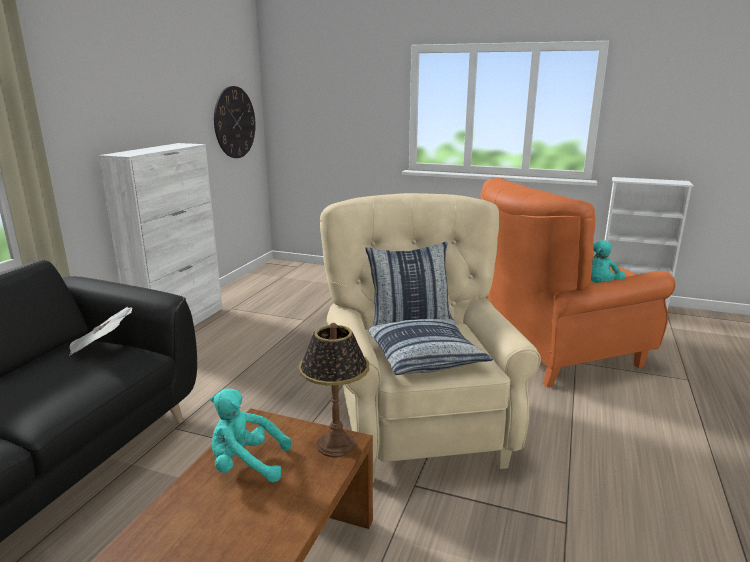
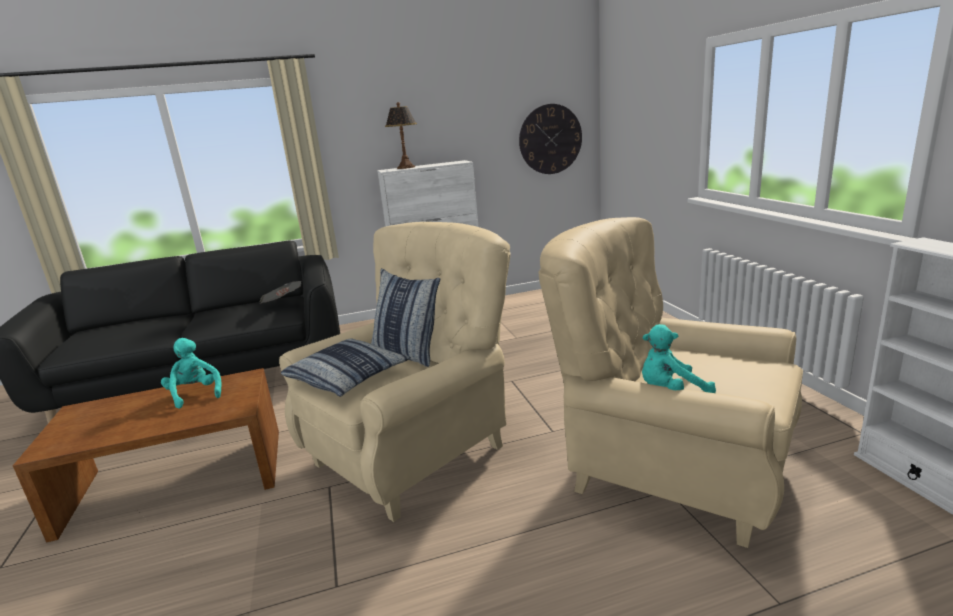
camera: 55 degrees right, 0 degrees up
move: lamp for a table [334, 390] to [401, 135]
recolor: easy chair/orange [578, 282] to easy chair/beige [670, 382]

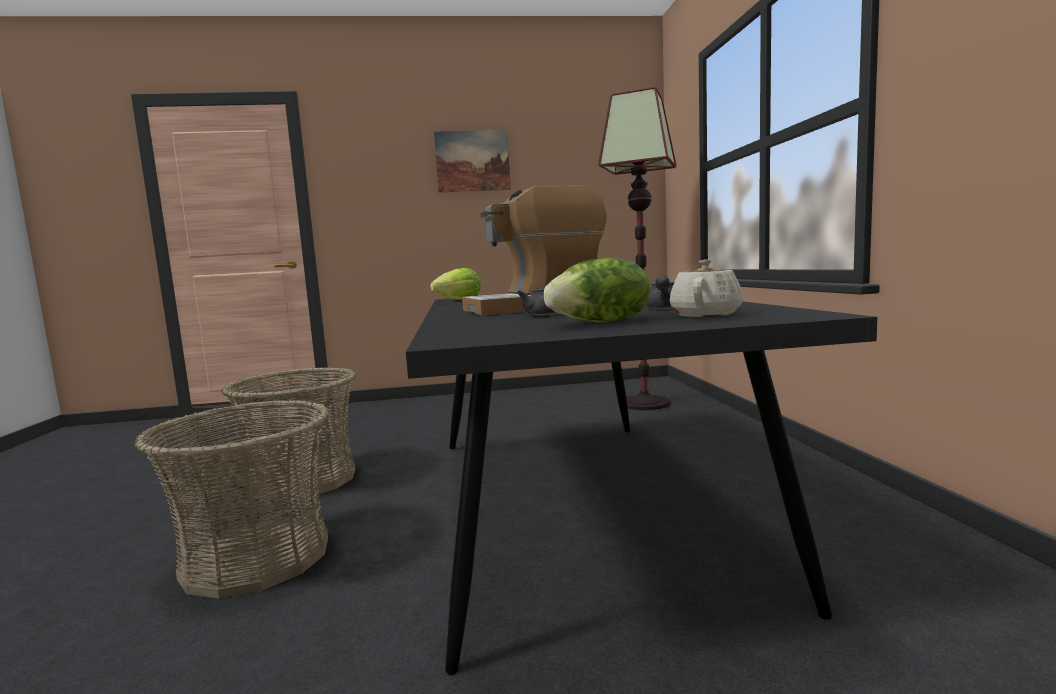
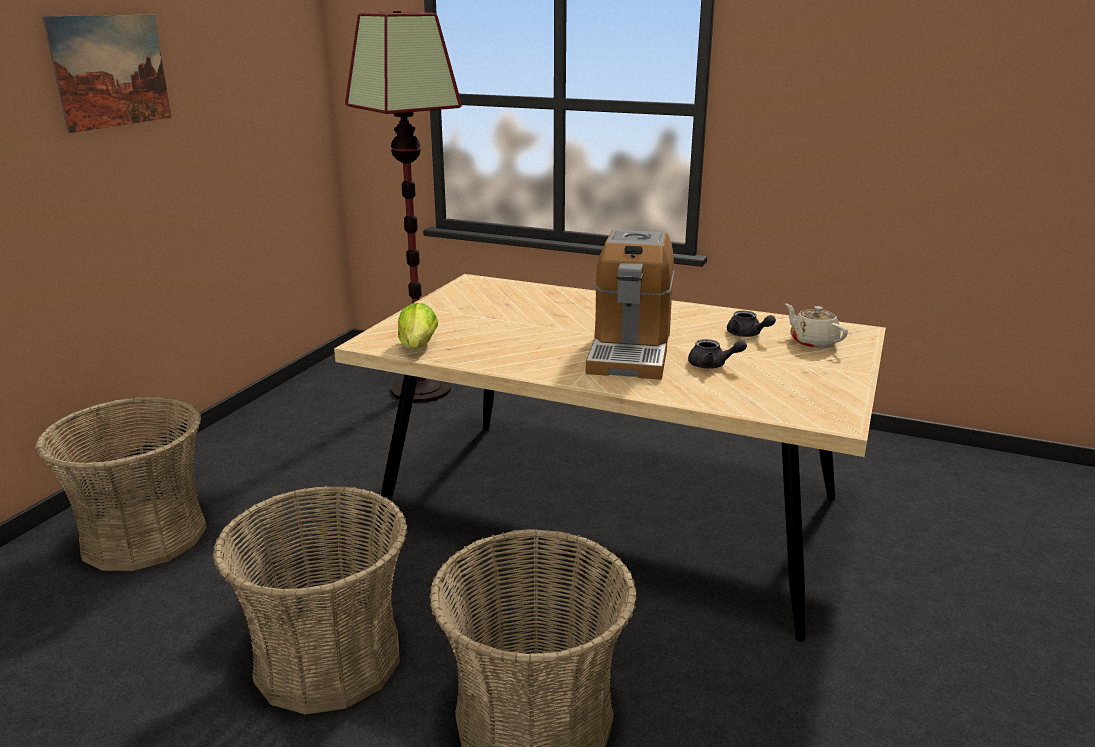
camera: 60 degrees left, 15 degrees up
delete: lettuce head [597, 290]
insert: basket [121, 484]
recolor: dining table/blackish [641, 487] to dining table/beige [610, 458]

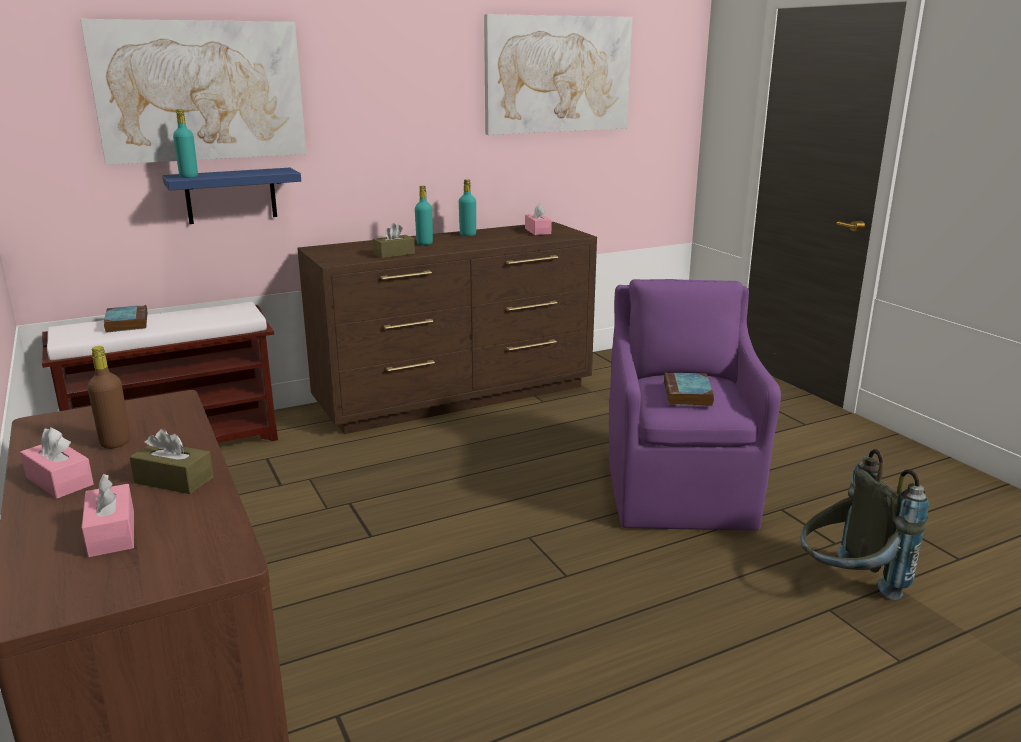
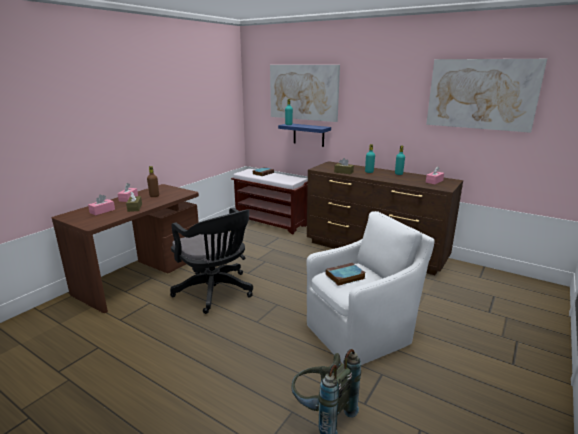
camera: 60 degrees right, 0 degrees up
insert: desk chair/blackish [211, 261]
recolor: easy chair/purple [695, 405] to easy chair/white [370, 288]

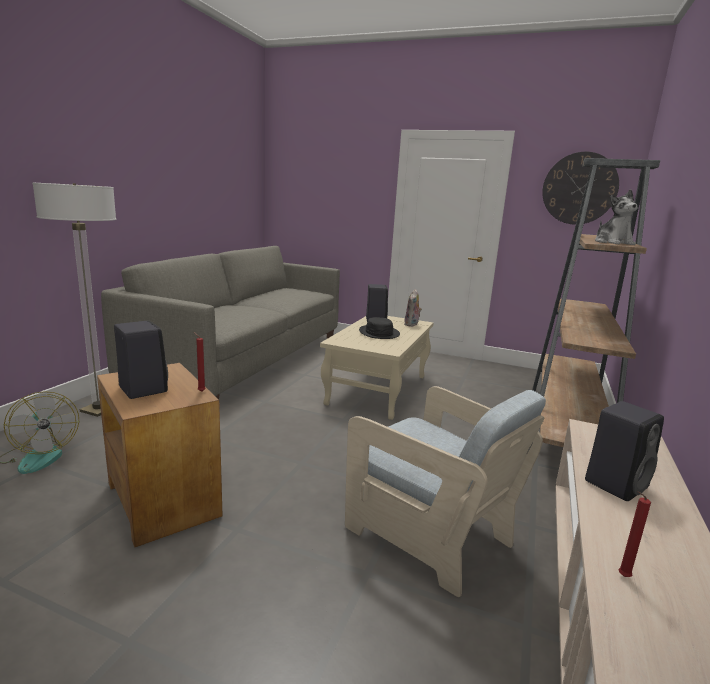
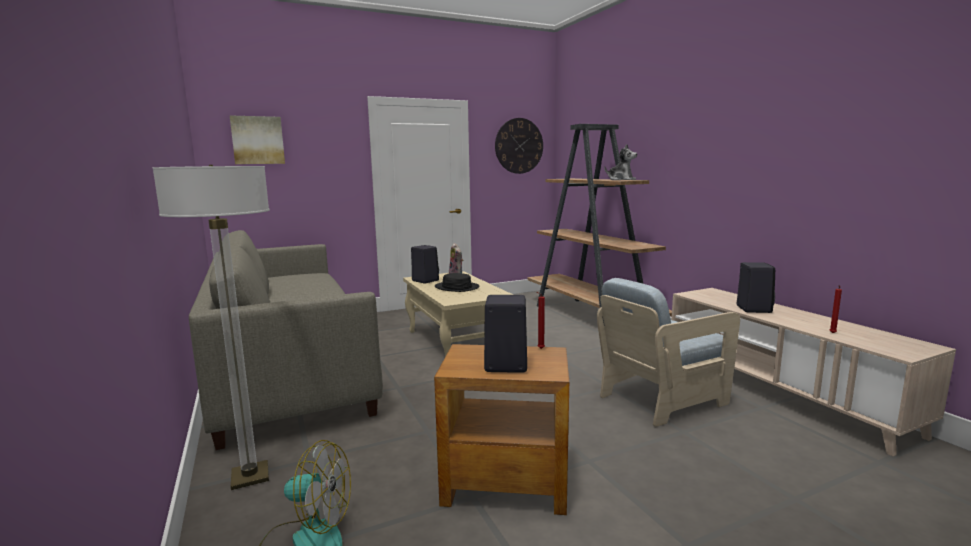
camera: 45 degrees left, 5 degrees down
insert: wall art [257, 140]
rotate: easy chair/beige [445, 491] = [668, 352] 150 degrees clockwise

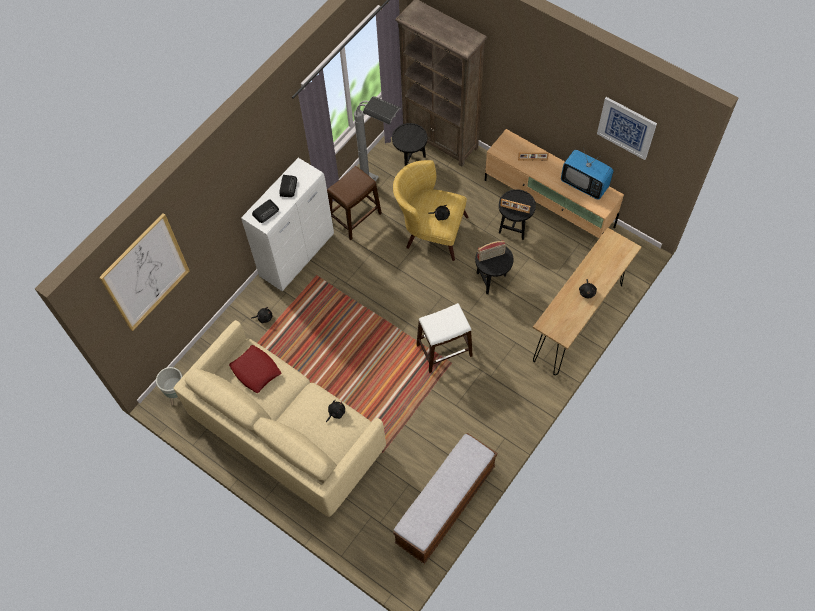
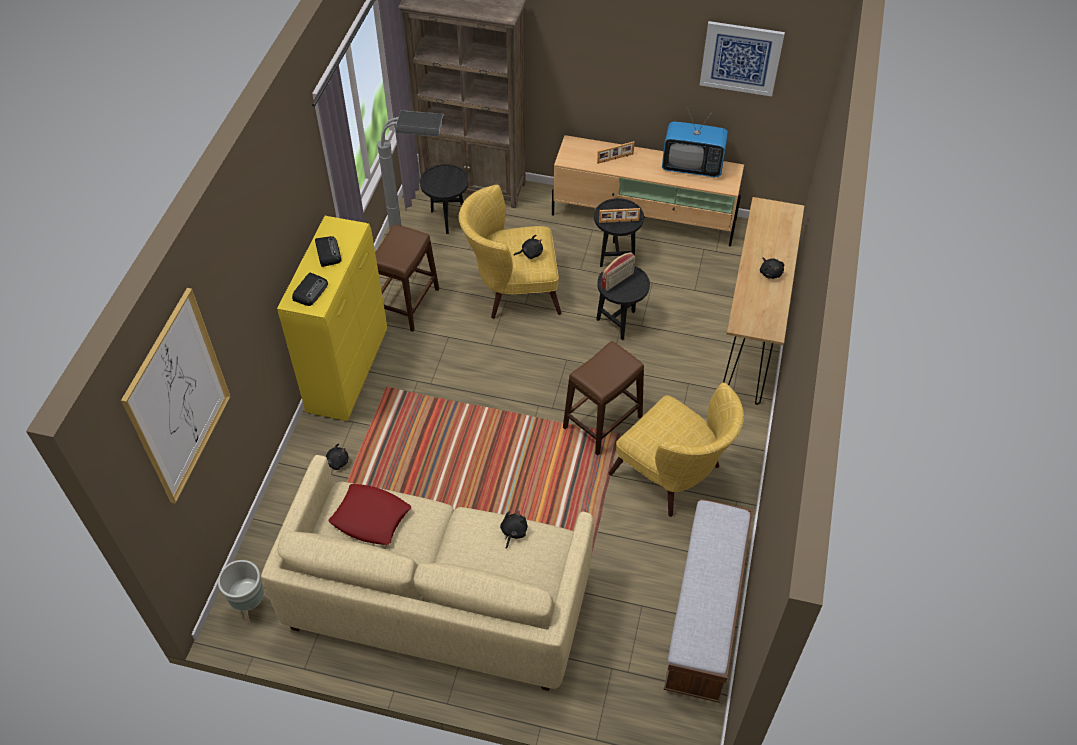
camera: 25 degrees left, 10 degrees down
insert: easy chair/yellow [676, 449]
recolor: storage cabinet/white [287, 224] to storage cabinet/yellow [332, 318]; sitting stool/white [444, 338] to sitting stool/brown-coloured [603, 398]

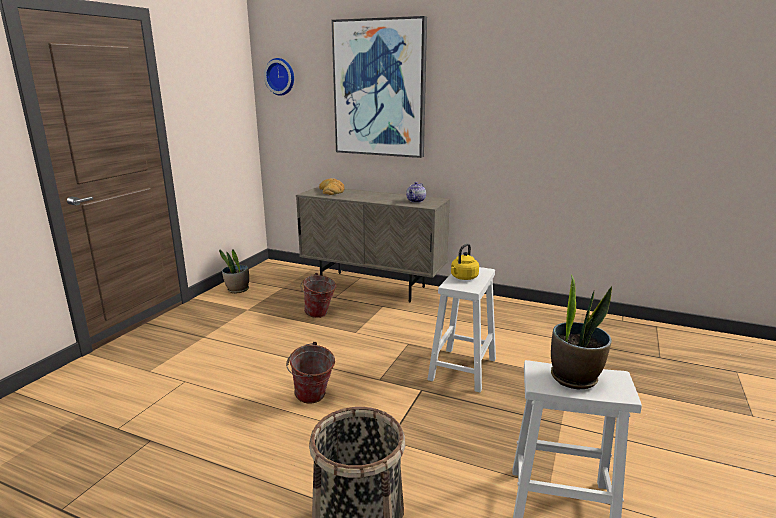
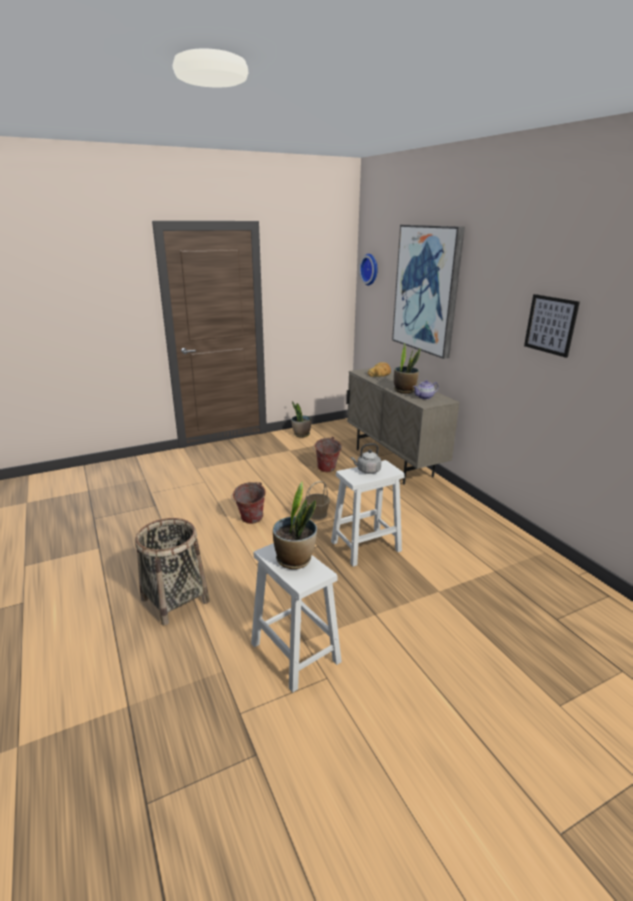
camera: 40 degrees right, 5 degrees up
insert: basket [317, 500]; plant in a pot [407, 368]; wall art [552, 326]
recolor: kettle/yellow [465, 262] to kettle/grey [366, 458]

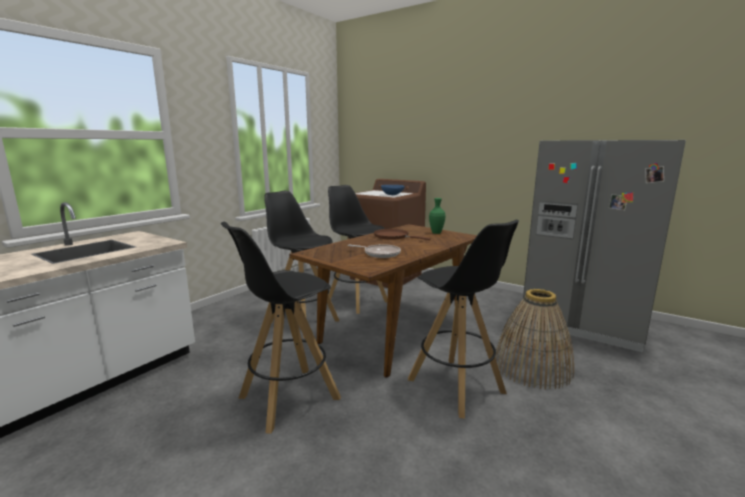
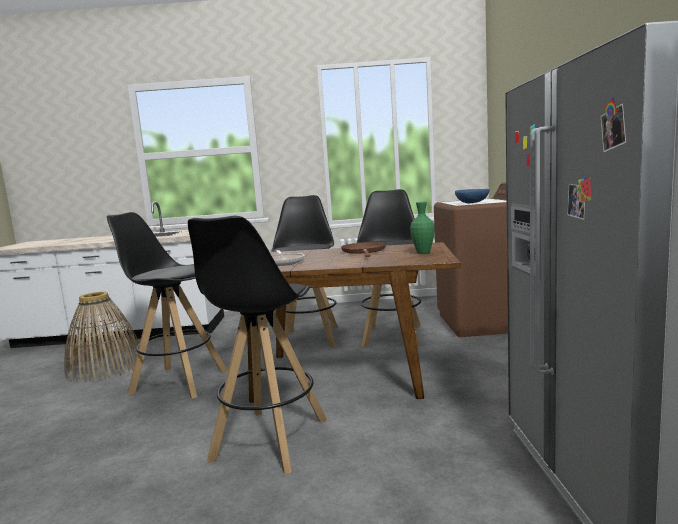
camera: 55 degrees right, 5 degrees down
move: basket [534, 339] to [101, 337]

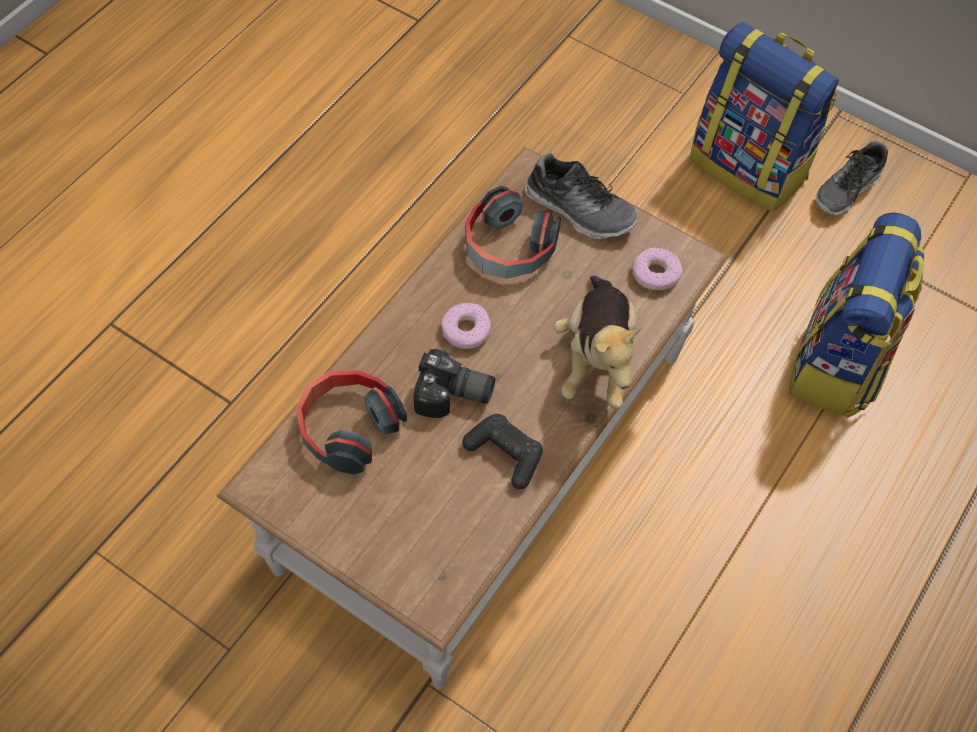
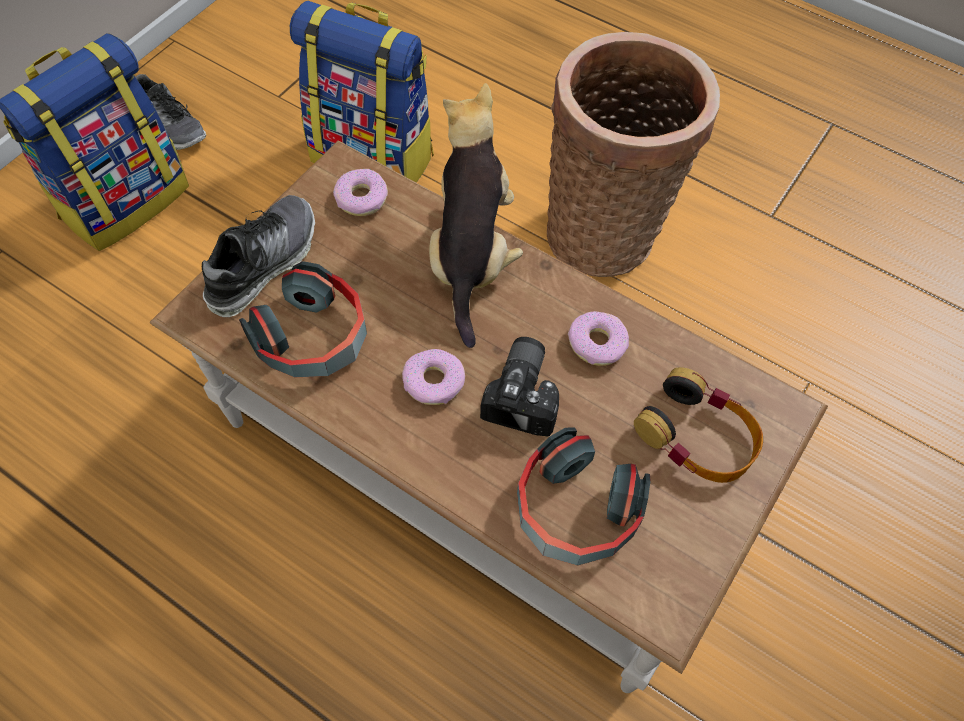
camera: 90 degrees left, 0 degrees up
insert: basket [633, 154]; headset [698, 425]
replace: gamepad/blackish [502, 451] to doughnut [598, 338]
rotate: soft toy [597, 342] = [476, 215] 90 degrees counterclockwise

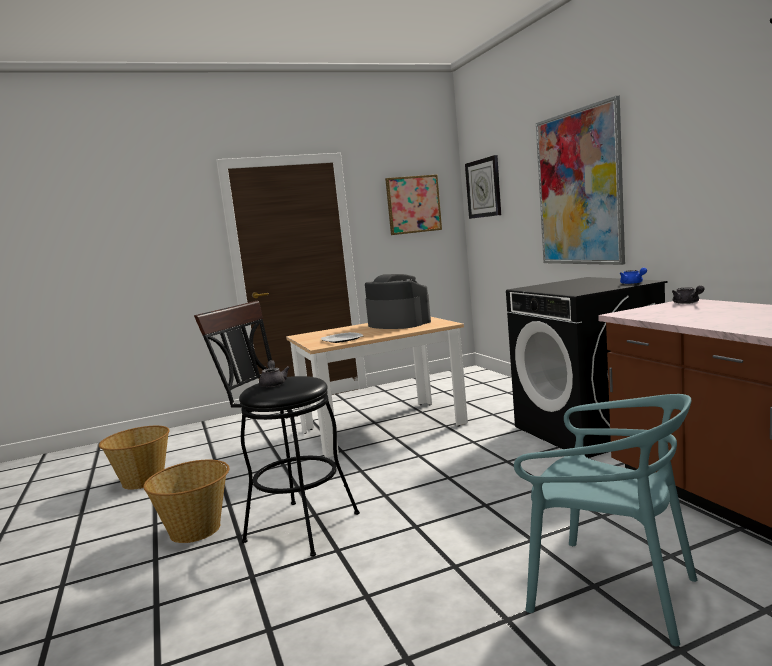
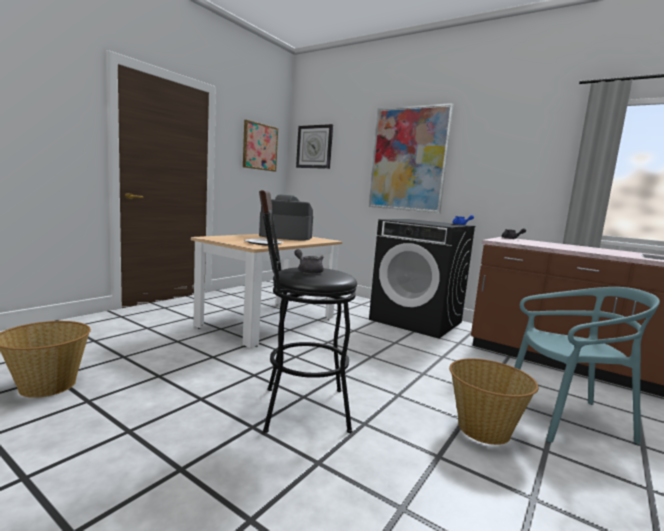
camera: 35 degrees left, 0 degrees up
move: basket [186, 501] to [494, 401]

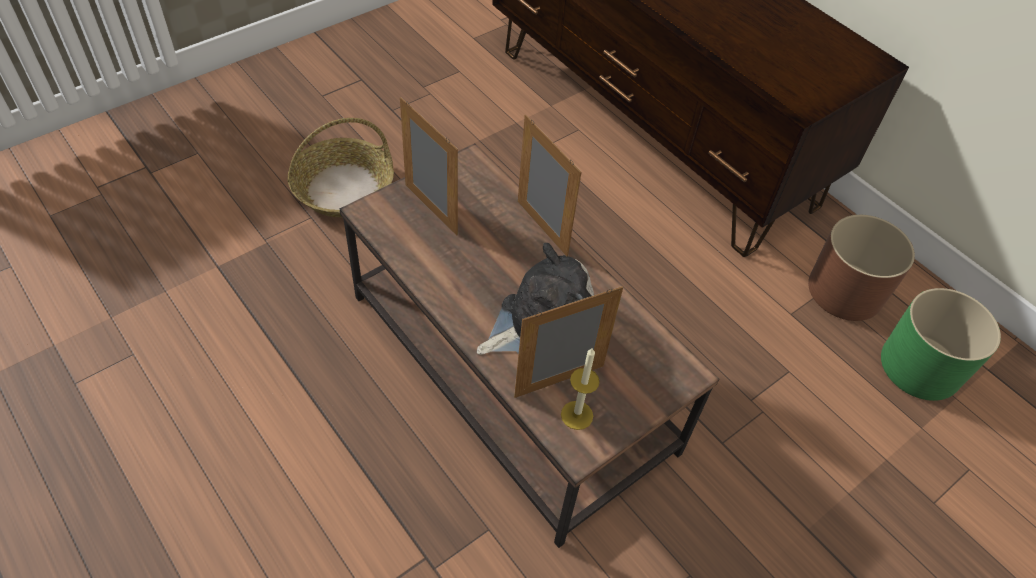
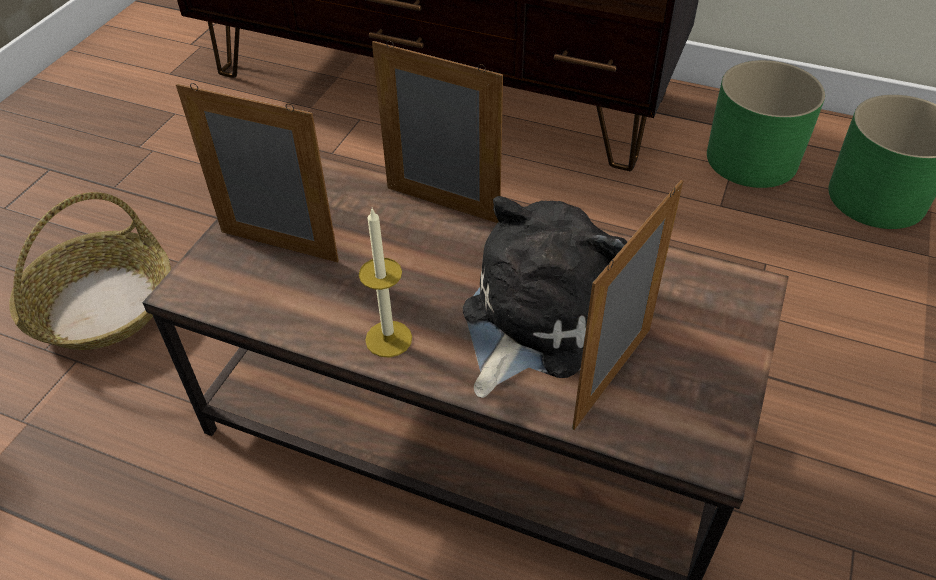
camera: 25 degrees left, 5 degrees down
move: wax light [580, 388] to [385, 283]
recolor: planter/brown-coloured [861, 268] to planter/green [766, 124]

